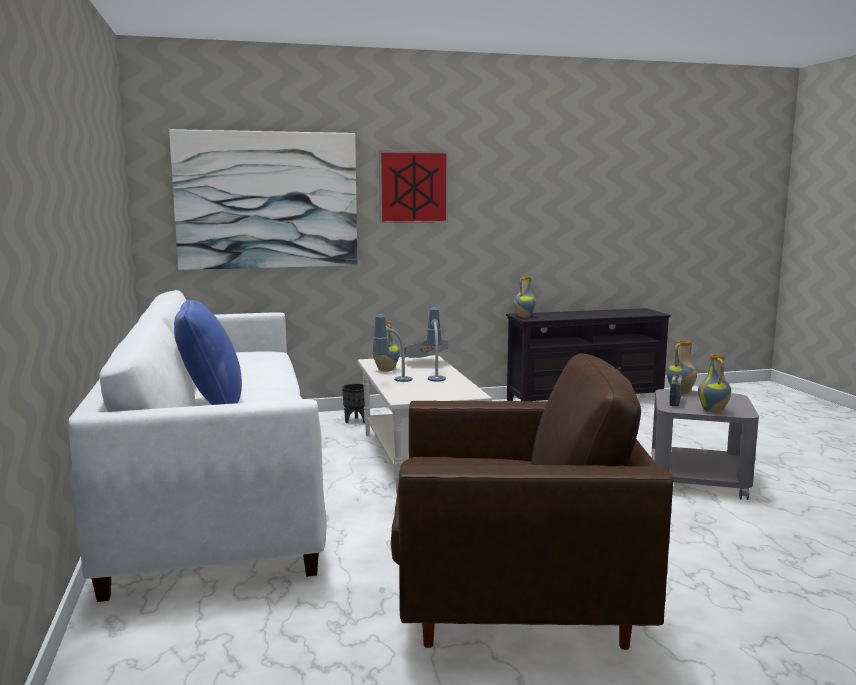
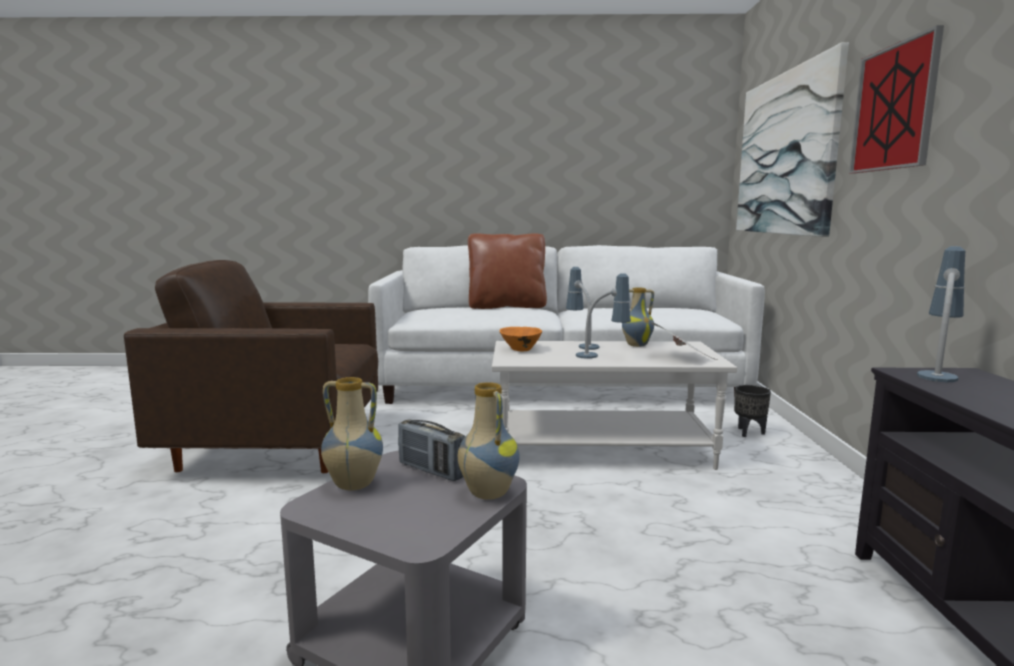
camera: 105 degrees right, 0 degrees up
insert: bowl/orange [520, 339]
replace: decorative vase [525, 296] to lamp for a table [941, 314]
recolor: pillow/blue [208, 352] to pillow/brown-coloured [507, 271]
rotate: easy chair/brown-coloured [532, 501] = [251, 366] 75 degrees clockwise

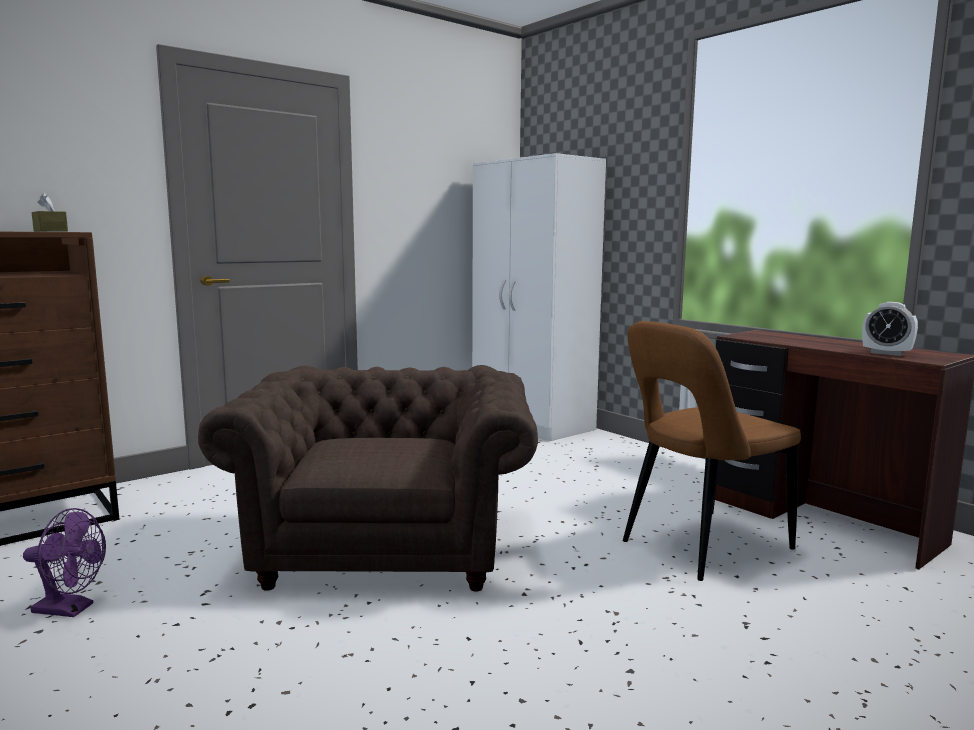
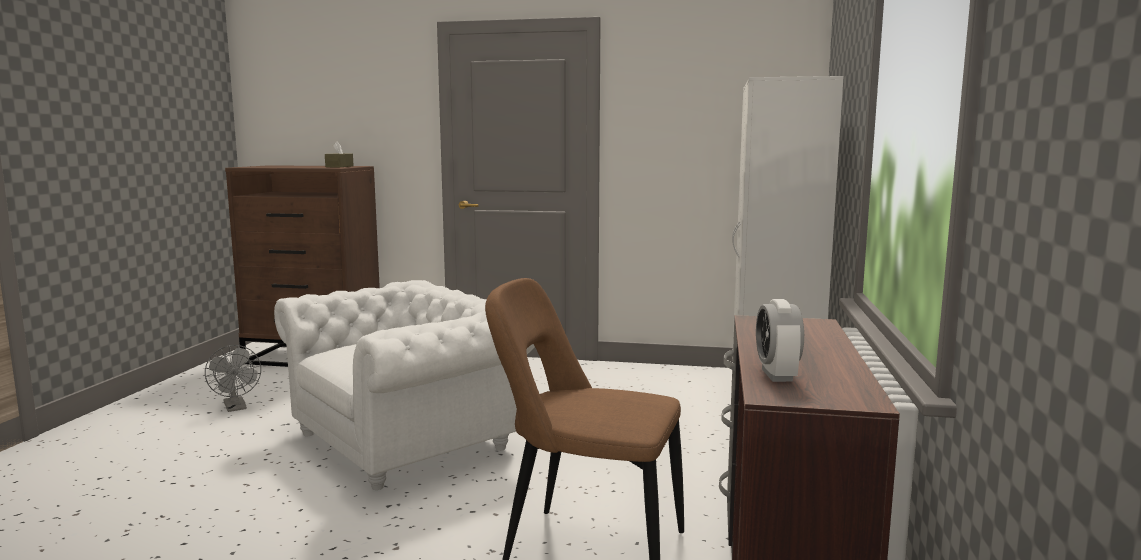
camera: 50 degrees right, 0 degrees up
recolor: cooling fan/purple [64, 562] to cooling fan/grey [233, 378]; easy chair/brown-coloured [368, 478] to easy chair/white [404, 385]

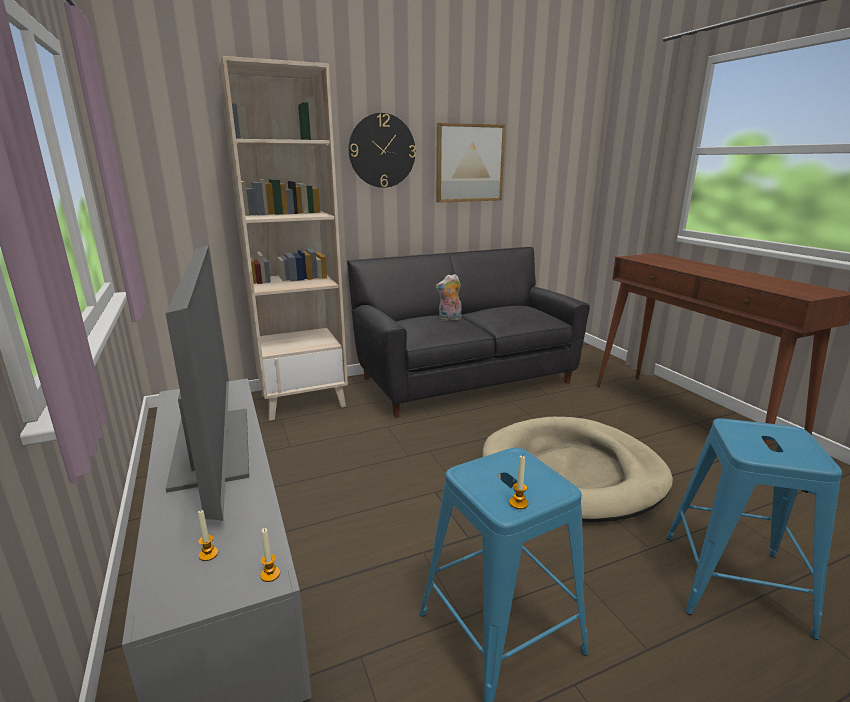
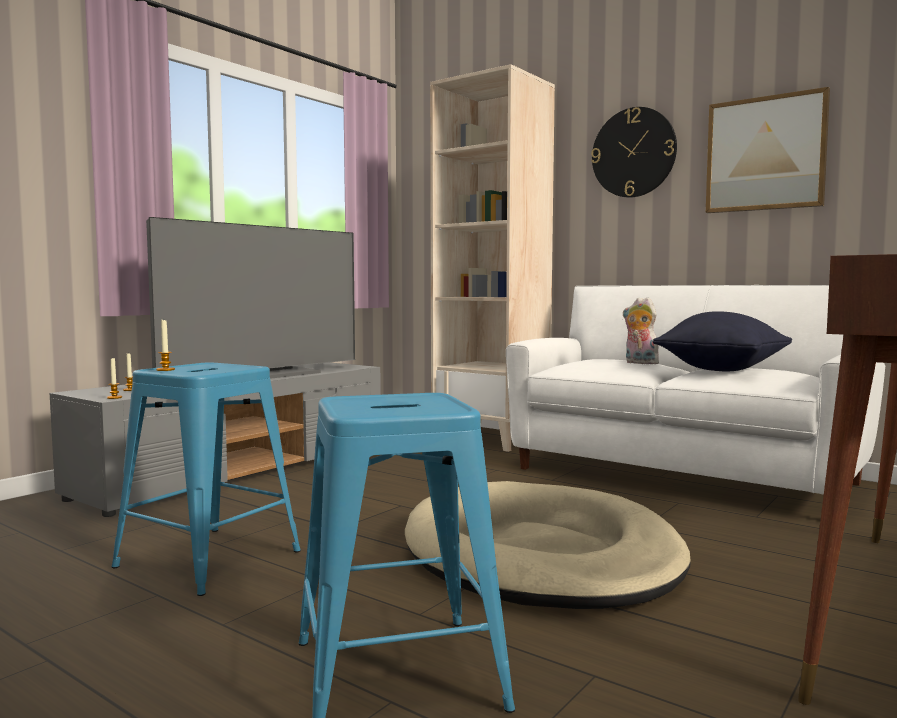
camera: 60 degrees right, 15 degrees down
insert: pillow/blackish [722, 341]
recolor: sofa/blackish [468, 332] to sofa/white [695, 389]

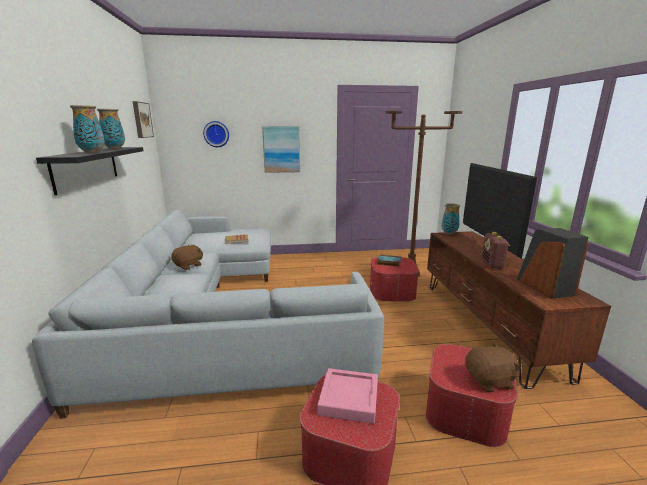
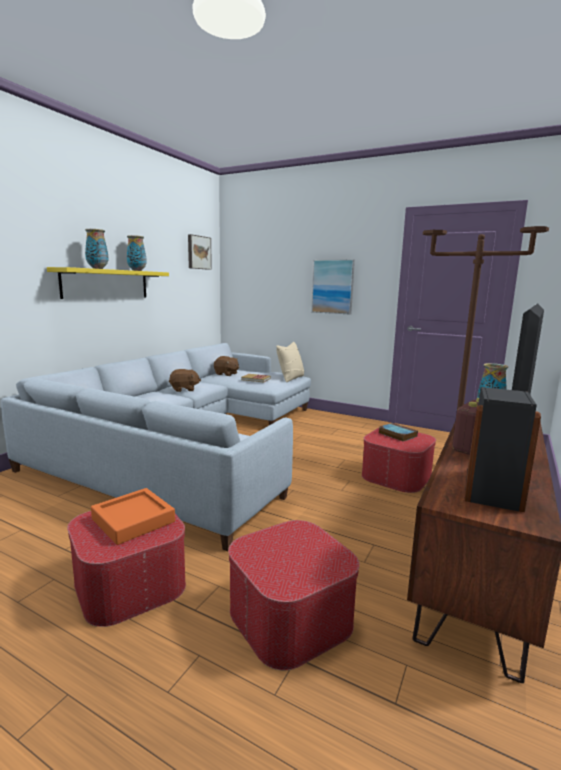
camera: 35 degrees right, 5 degrees down
delete: wall clock [216, 134]
insert: pillow/beige [290, 362]
move: soft toy/brown-coloured [493, 368] to [226, 366]
recolor: wall shelf/blackish [89, 171] to wall shelf/yellow [108, 283]; serving tray/pink [347, 396] to serving tray/orange [133, 516]

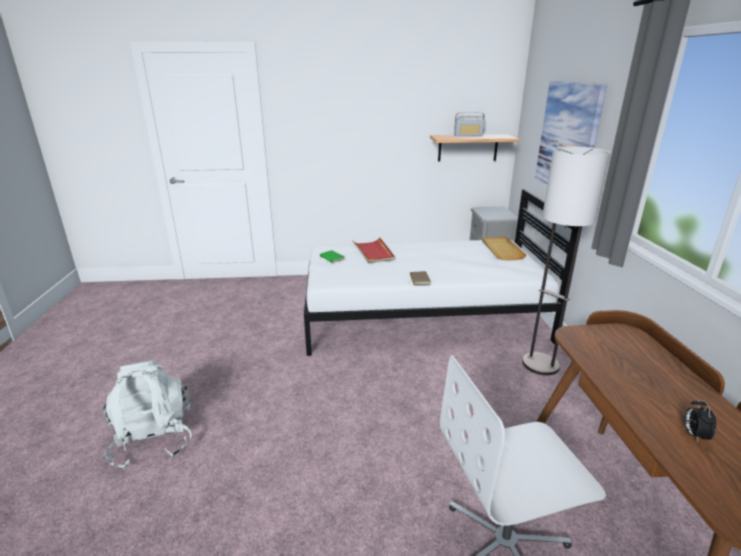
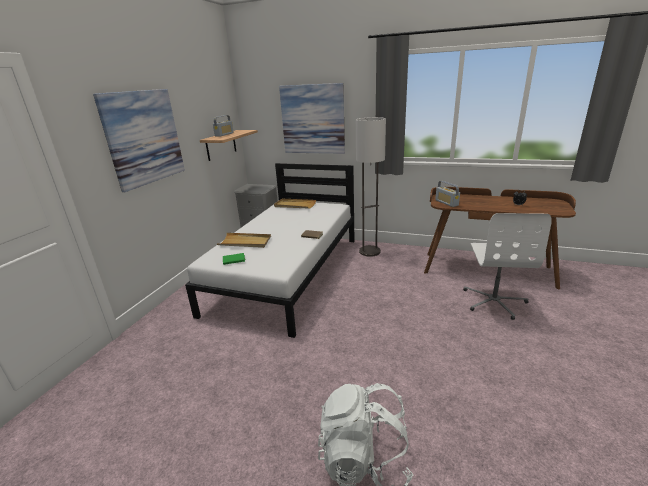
camera: 65 degrees left, 0 degrees up
insert: wall art [139, 140]; radio set [447, 194]
recolor: serving tray/reddish [373, 250] to serving tray/beige [244, 240]

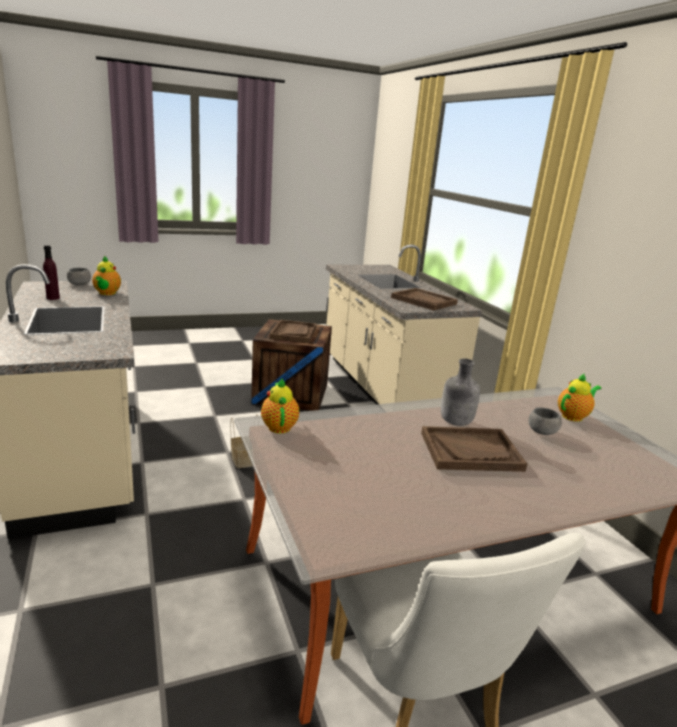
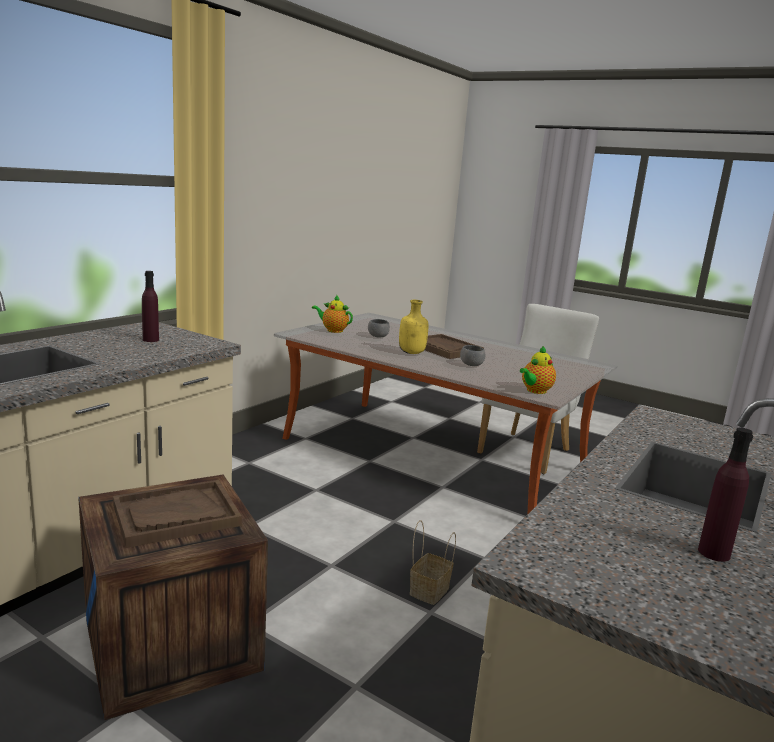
camera: 125 degrees left, 5 degrees down
delete: teapot [106, 275]
move: bowl/grey [79, 276] to [472, 355]
replace: serving tray/brown-coloured [424, 299] to drink bottle/purple [150, 306]
recolor: drink bottle/grey [460, 392] to drink bottle/yellow [413, 327]

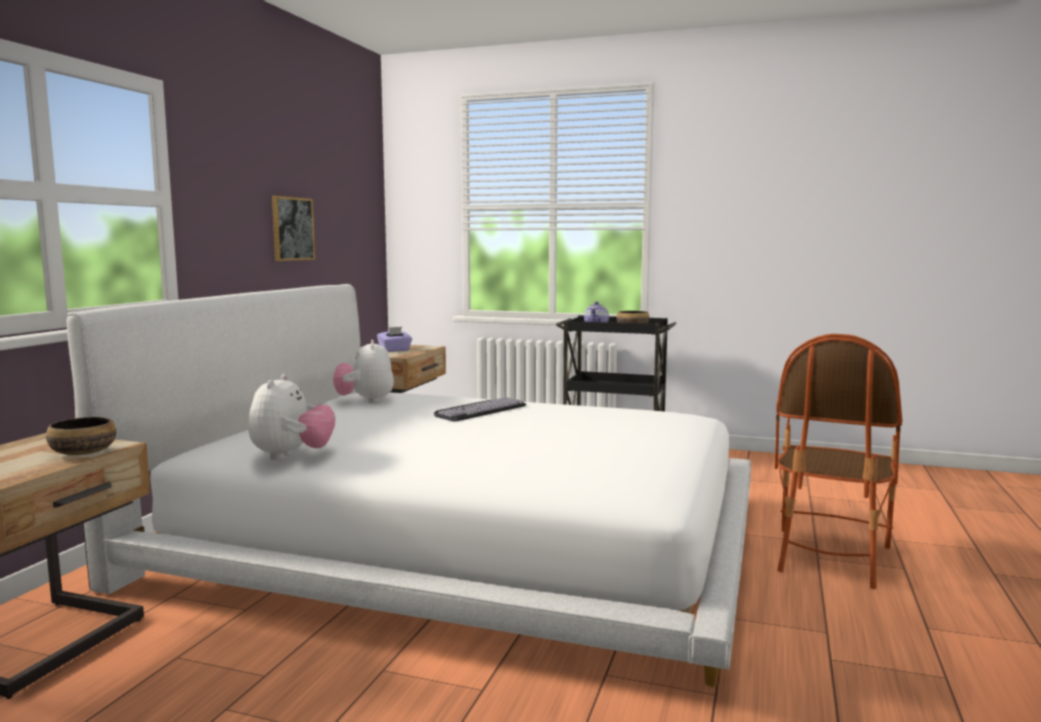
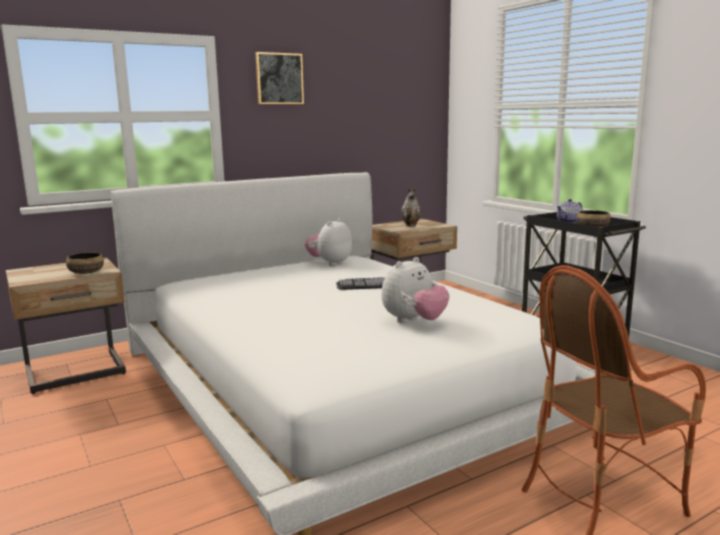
camera: 40 degrees right, 5 degrees up
move: soft toy [292, 417] to [415, 290]; wall art [293, 228] to [279, 78]
replace: tissue box/purple [394, 339] to decorative vase [411, 207]

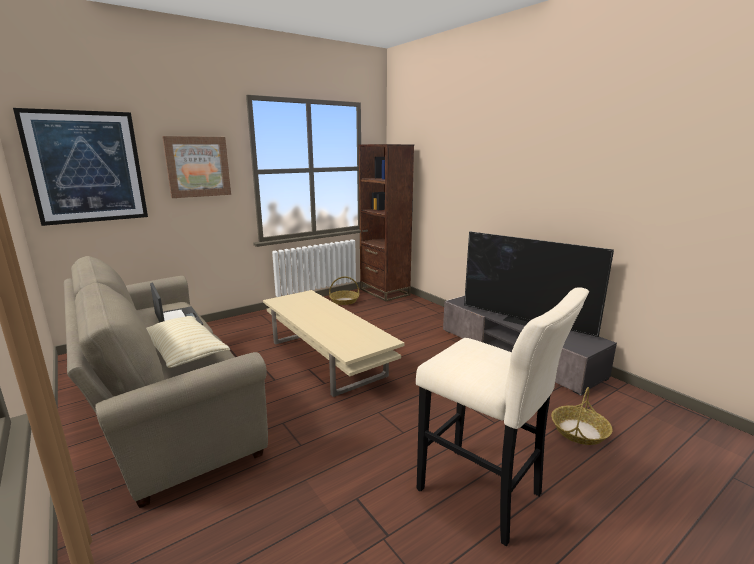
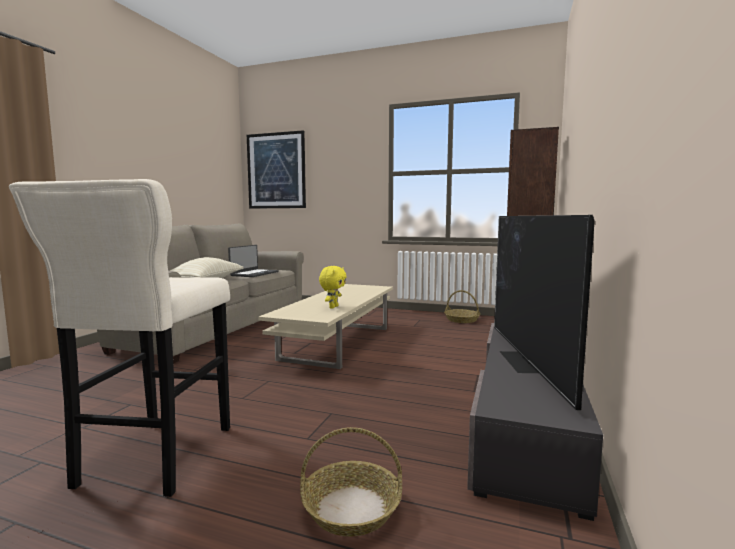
camera: 55 degrees right, 10 degrees down
delete: wall art [196, 167]
insert: soft toy/yellow [333, 287]

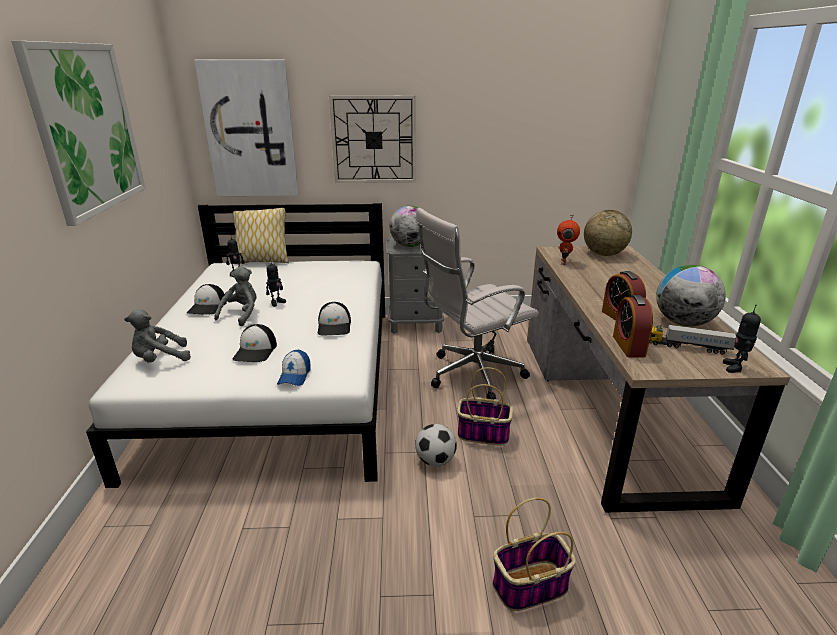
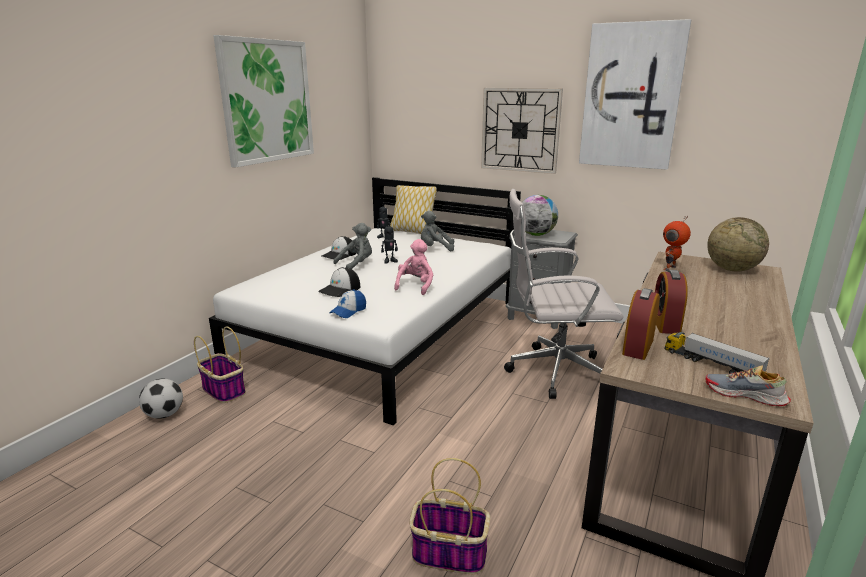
camera: 30 degrees right, 5 degrees down
delete: world globe [691, 296]
move: soft toy/grey [157, 336] to [437, 231]; wall art [246, 128] to [635, 94]; football ball [436, 445] to [161, 399]; basket [485, 406] to [220, 364]
replace: peaked cap [334, 319] to soft toy/pink [413, 267]; toy robot [742, 338] to item of footwear [748, 385]

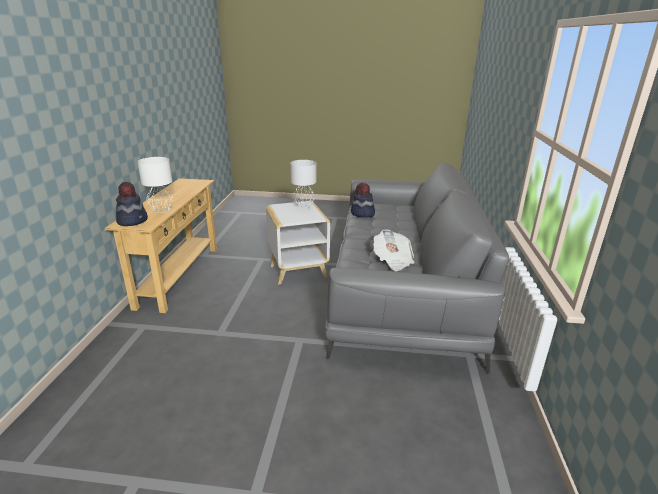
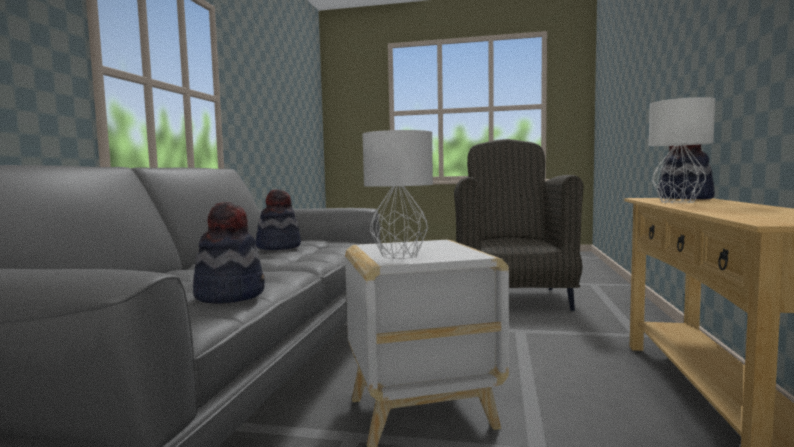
camera: 175 degrees left, 20 degrees down
insert: easy chair/grey [519, 225]
replace: daily paper [394, 250] to clothing hat [278, 219]

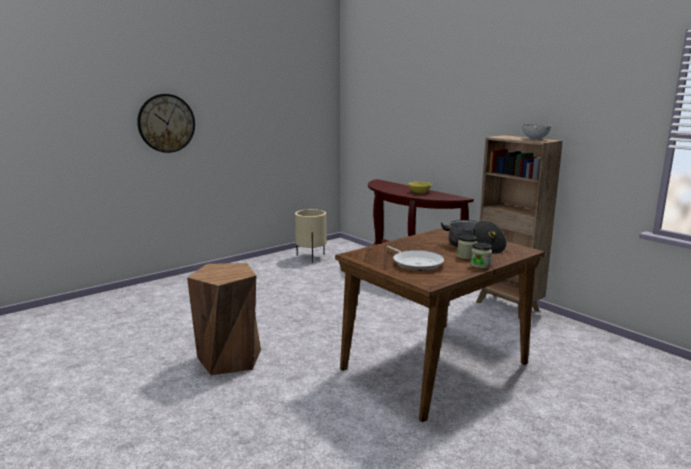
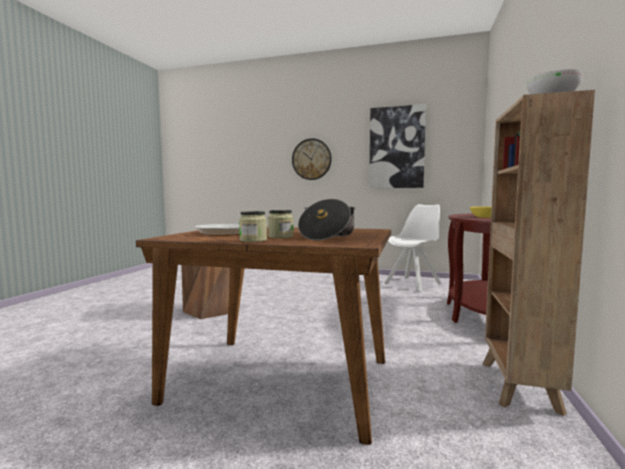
camera: 55 degrees right, 10 degrees down
insert: wall art [397, 146]
replace: planter/beige [310, 236] to chair/white [412, 247]

